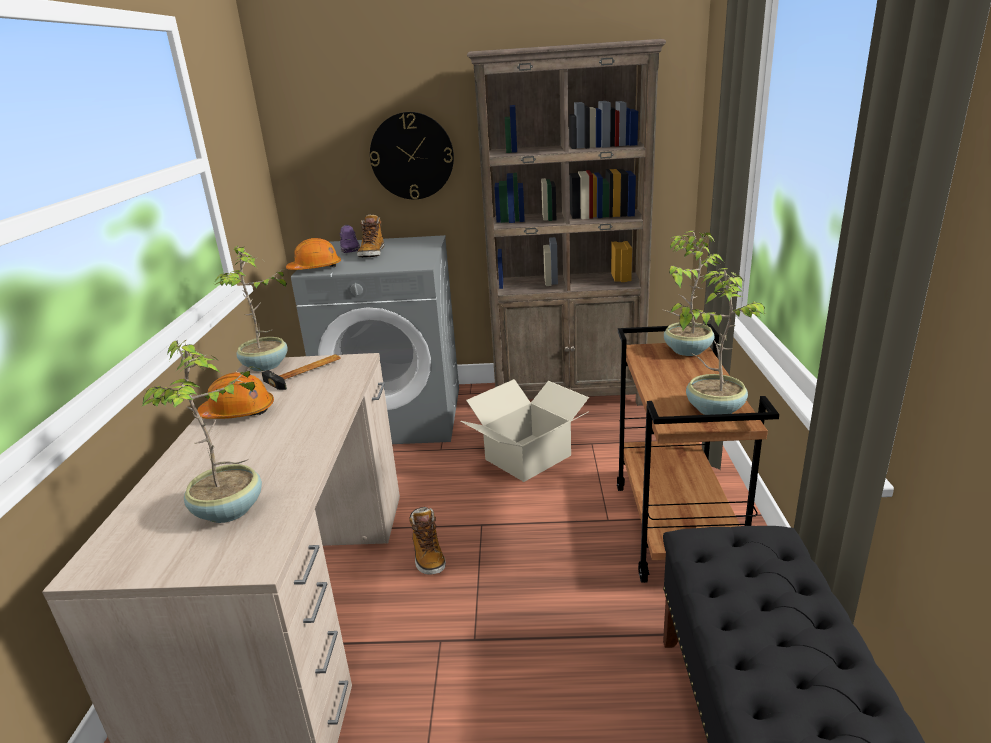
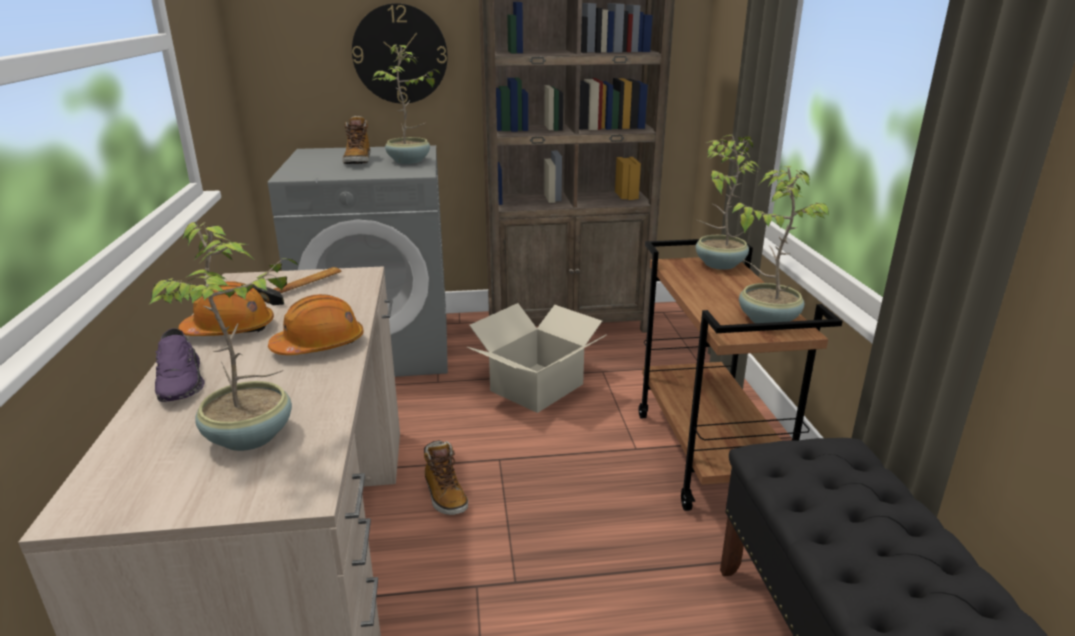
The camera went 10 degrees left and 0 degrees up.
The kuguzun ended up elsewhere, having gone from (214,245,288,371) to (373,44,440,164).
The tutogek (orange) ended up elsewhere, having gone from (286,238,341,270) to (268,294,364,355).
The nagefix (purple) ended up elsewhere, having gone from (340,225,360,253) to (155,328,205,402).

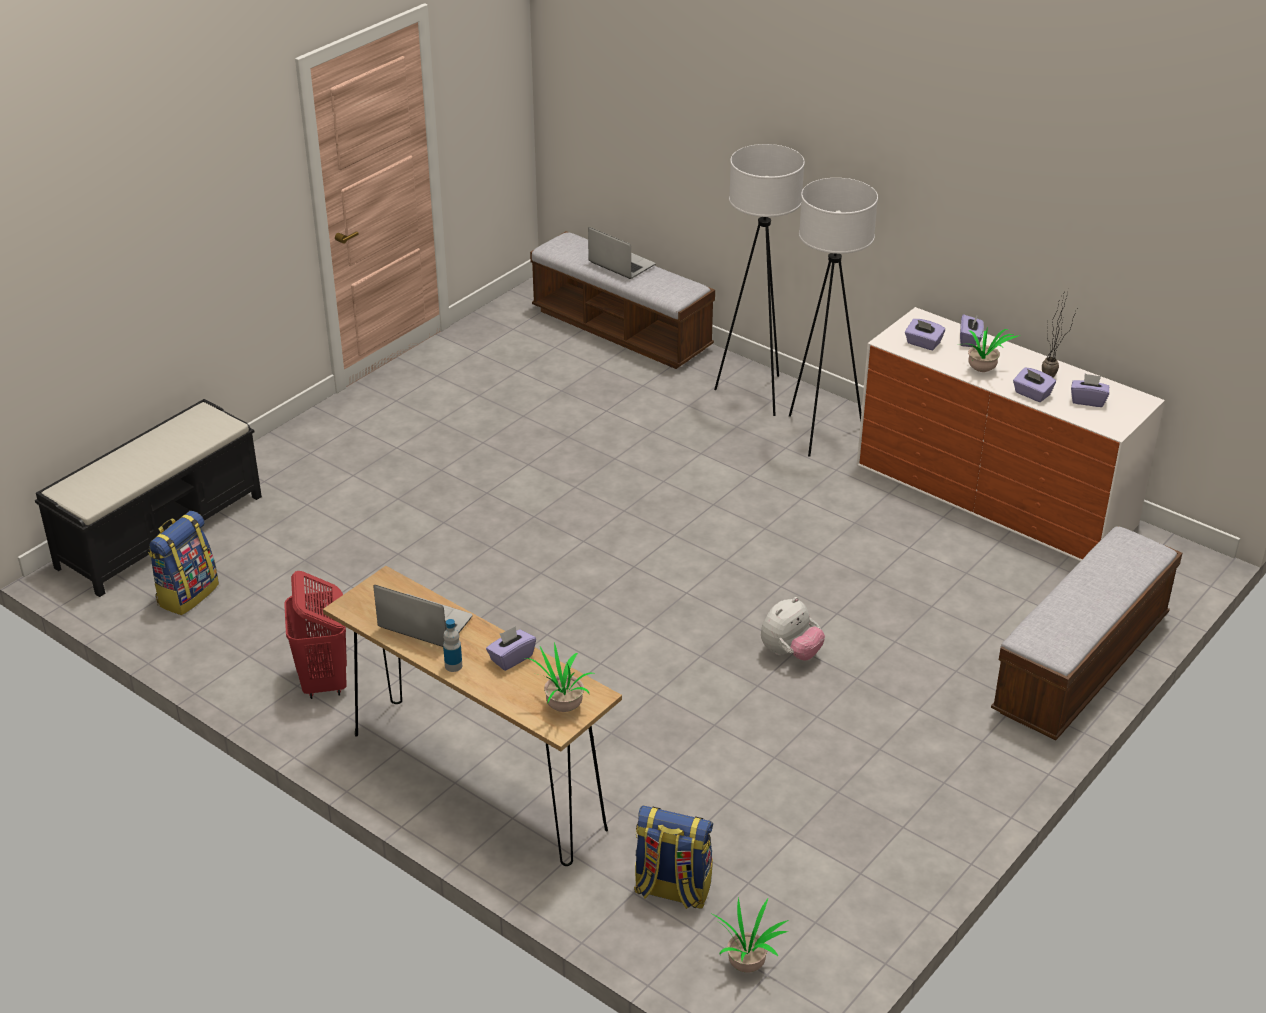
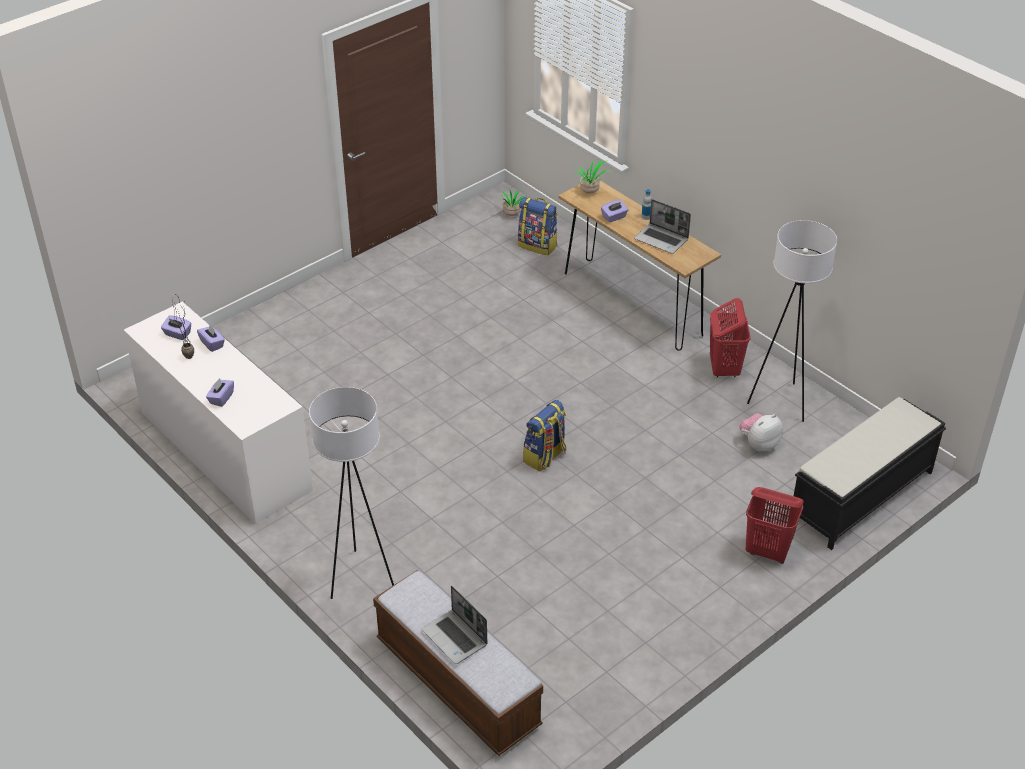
The camera went 170 degrees left and 5 degrees up.
The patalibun ended up elsewhere, having gone from (148,511,219,615) to (523,400,566,472).
The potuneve ended up elsewhere, having gone from (761,597,825,661) to (739,413,783,452).
The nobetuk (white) ended up elsewhere, having gone from (789,178,878,457) to (747,220,837,422).
The second view lost the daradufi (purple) at (905,319,945,350).
The second view lost the kuguzun at (958,326,1020,372).
The second view lost the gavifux at (991,526,1182,740).
The second view gained the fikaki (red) at (745,487,804,564).

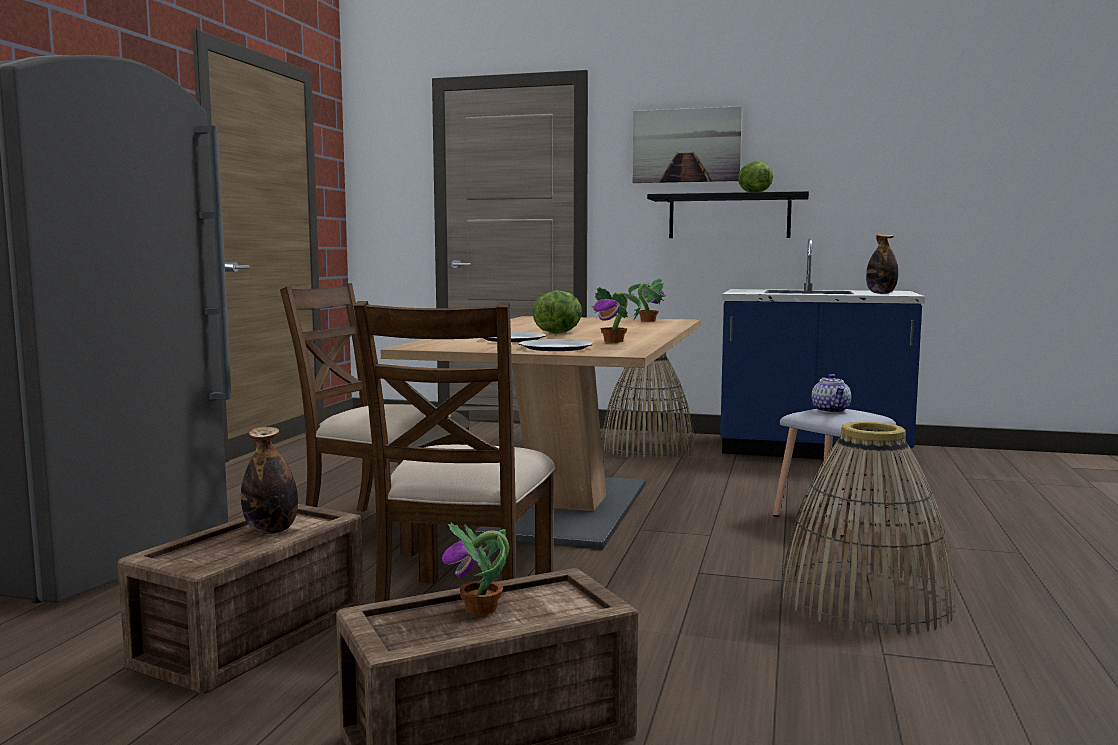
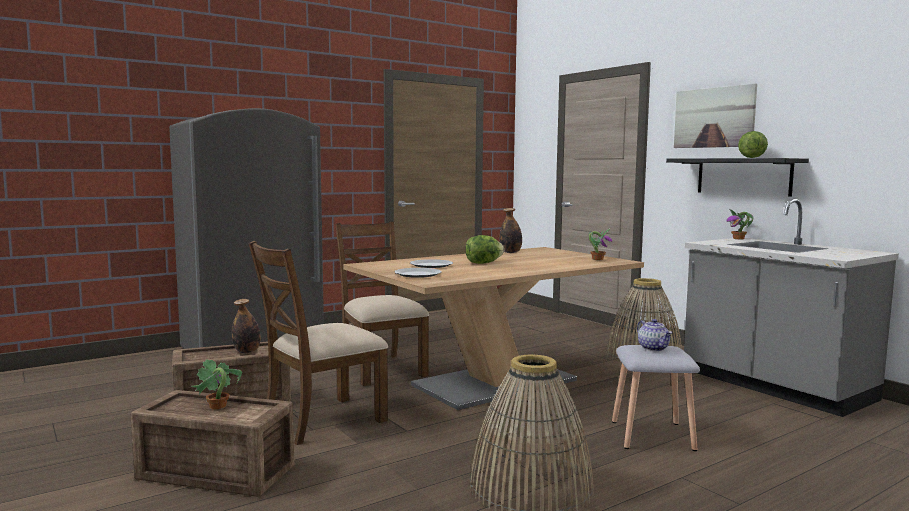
The camera went 40 degrees right and 0 degrees up.
The kuguzun ended up elsewhere, having gone from (591,287,642,343) to (726,209,753,239).
What was the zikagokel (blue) at (720,238,925,463) turned into the zikagokel (grey) at (684,199,899,417).
The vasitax at (811,374,851,413) ended up facing another way, 60 degrees counterclockwise from before.
The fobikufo ended up elsewhere, having gone from (866,234,898,294) to (499,208,522,253).

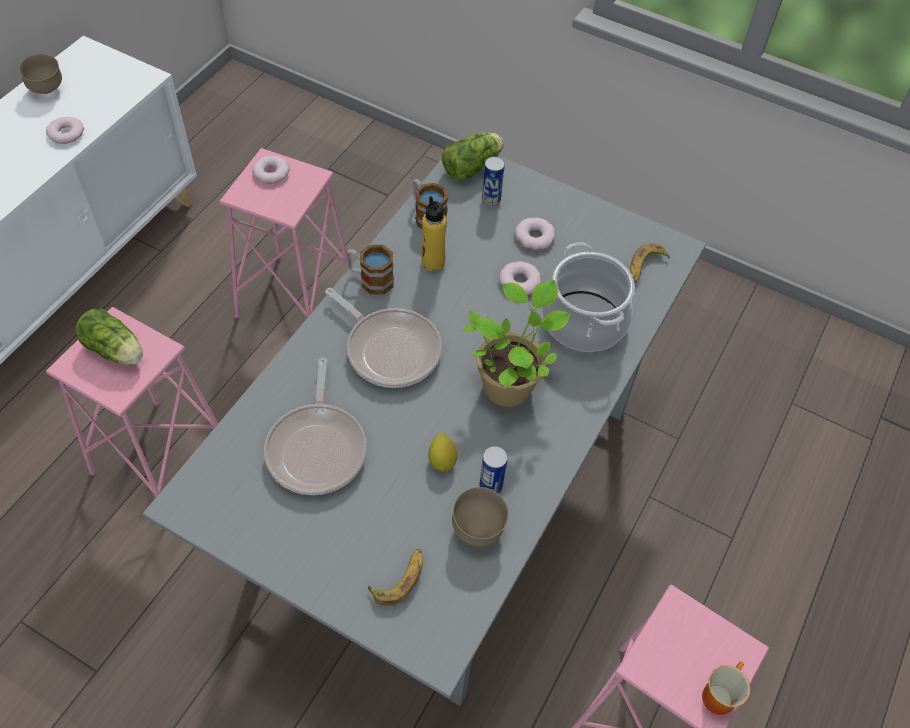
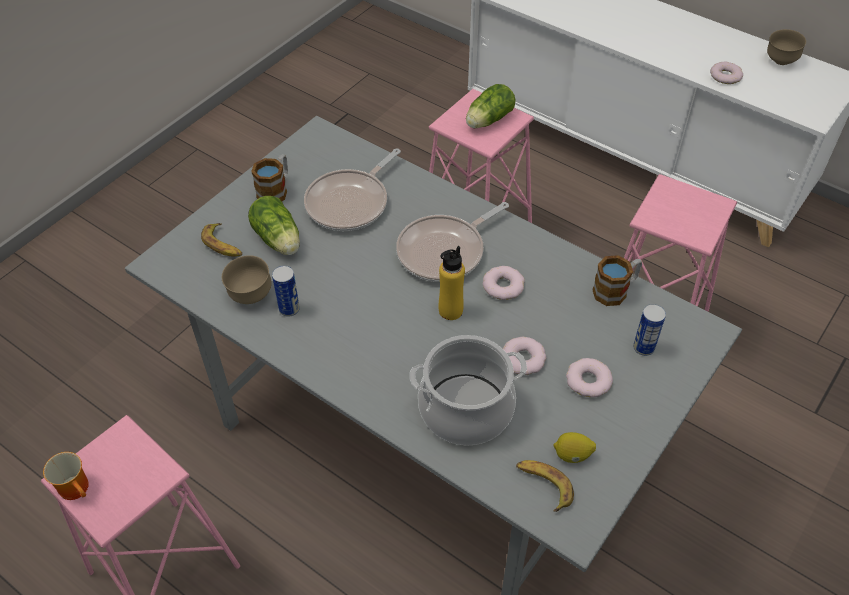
The camera went 100 degrees right and 5 degrees down.
The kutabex ended up elsewhere, having gone from (252,156,290,184) to (483,266,525,300).
The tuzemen at (264,358,367,495) ended up facing another way, 60 degrees counterclockwise from before.
The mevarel ended up elsewhere, having gone from (346,245,394,295) to (251,154,288,201).
The fobikufo (yellow) ended up elsewhere, having gone from (421,196,447,271) to (439,246,465,320).
The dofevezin ended up elsewhere, having gone from (429,433,458,472) to (553,432,596,463).
The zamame ended up elsewhere, having gone from (442,133,504,180) to (248,196,300,255).
The second view lost the kuguzun at (462,280,571,407).

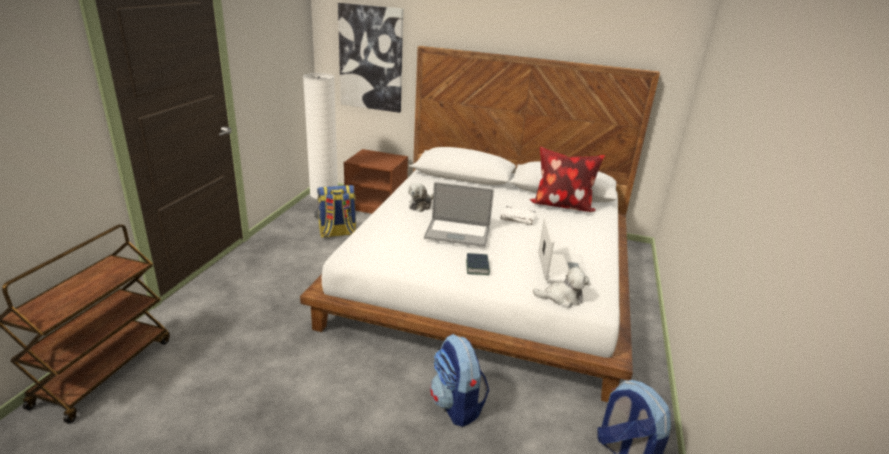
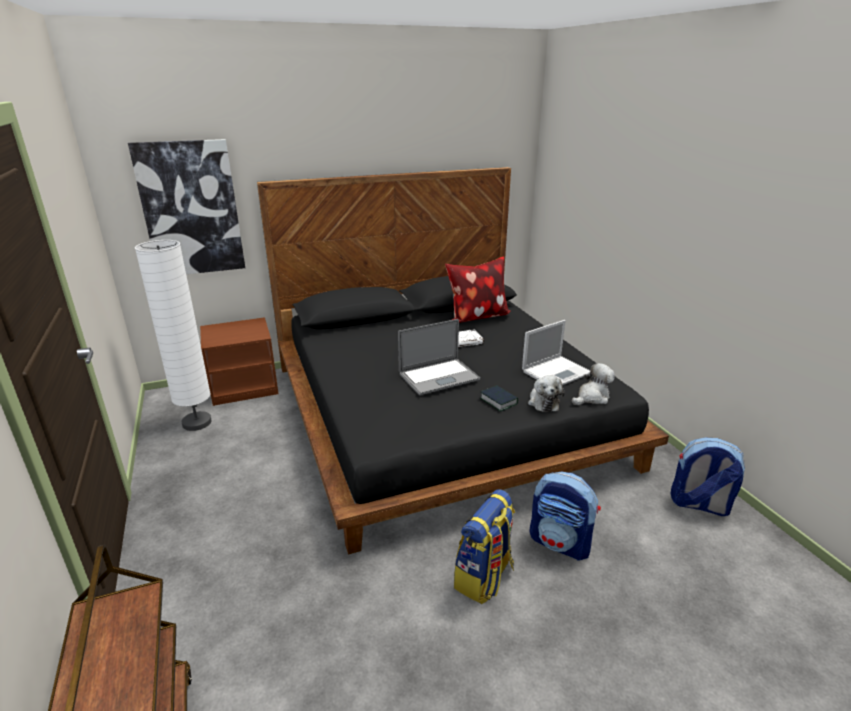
The camera went 35 degrees left and 0 degrees up.
What was the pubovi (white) at (300,46,660,402) turned into the pubovi (black) at (257,167,669,554).
The patalibun ended up elsewhere, having gone from (317,185,356,238) to (454,489,515,604).
The potuneve ended up elsewhere, having gone from (408,183,433,212) to (528,375,565,412).
The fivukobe at (538,217,591,285) ended up facing another way, 90 degrees clockwise from before.

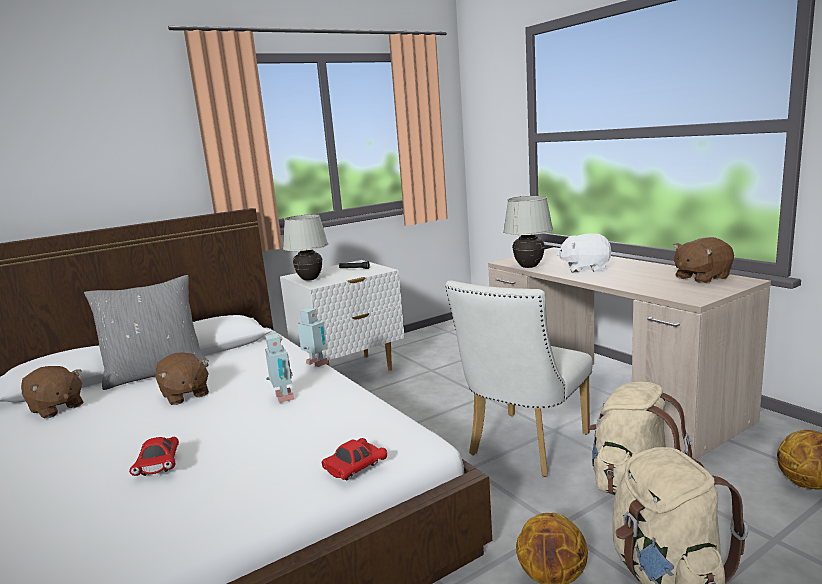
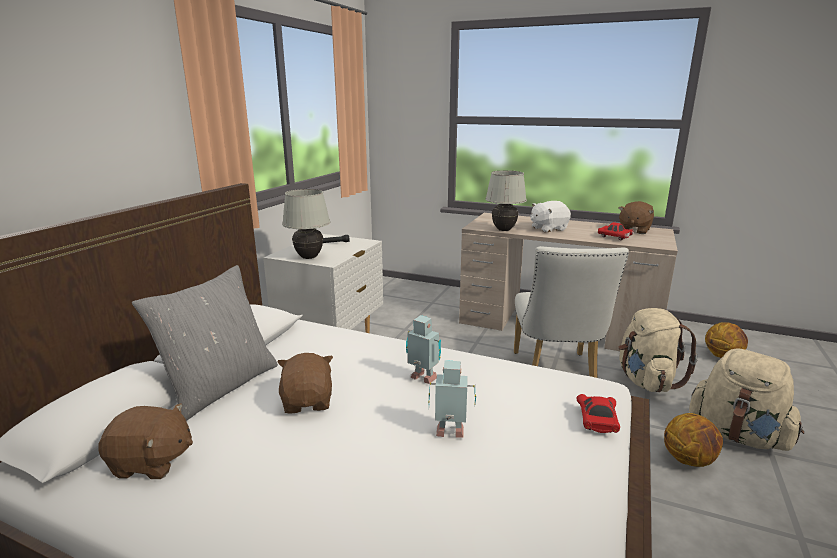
The camera went 35 degrees left and 5 degrees up.
The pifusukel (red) ended up elsewhere, having gone from (129,437,179,476) to (598,222,634,240).
The potuneve (brown) at (156,352,209,405) ended up facing another way, 120 degrees counterclockwise from before.
The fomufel ended up elsewhere, having gone from (297,307,328,367) to (428,360,476,438).

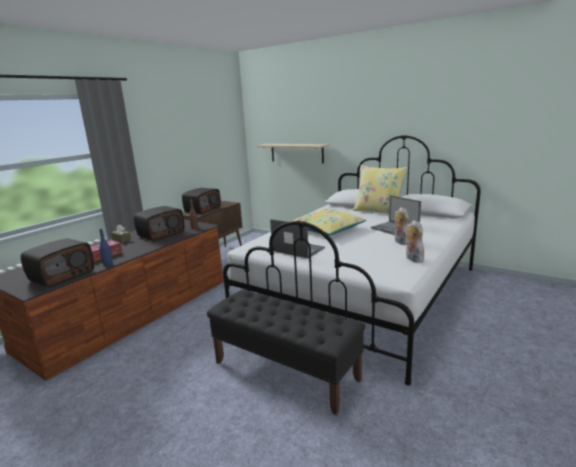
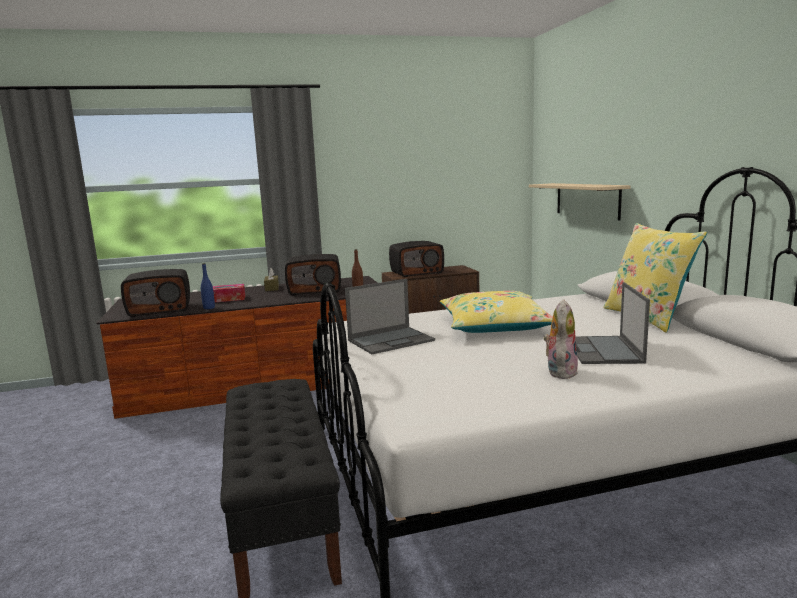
The camera went 40 degrees right and 5 degrees down.
The fivukobe at (270,219,325,258) ended up facing another way, 75 degrees clockwise from before.
The second view lost the potuneve at (406,220,424,263).

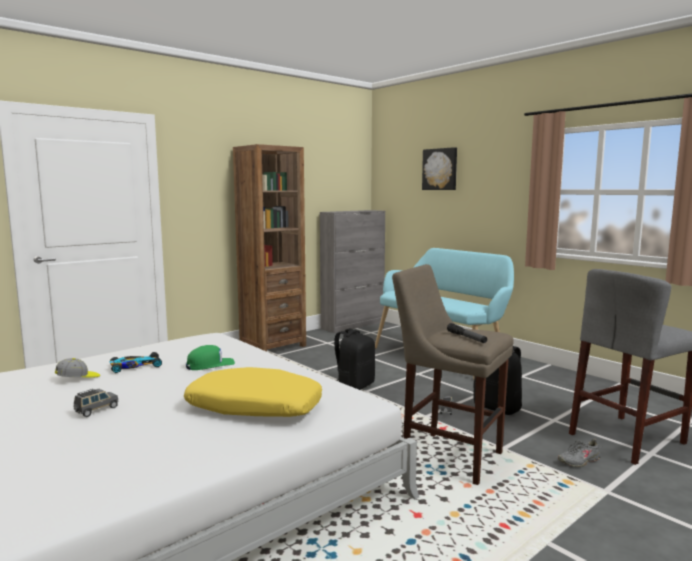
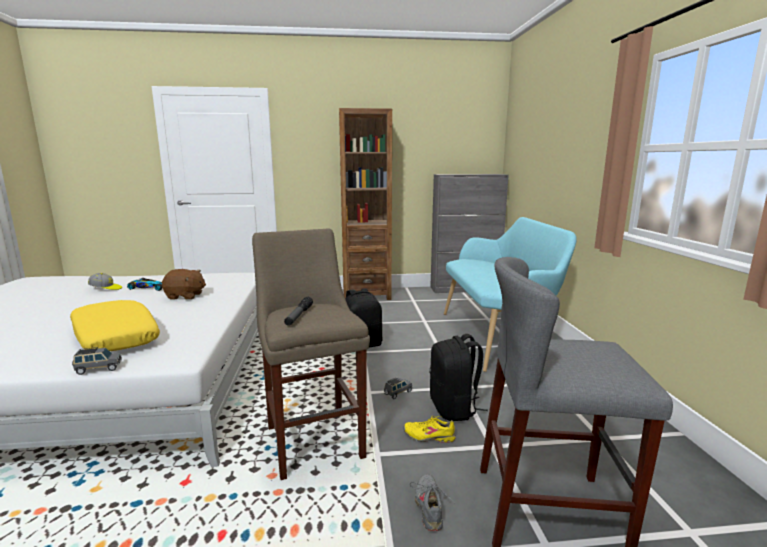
The camera went 35 degrees right and 5 degrees up.
The pifusukel (grey) ended up elsewhere, having gone from (74,389,118,417) to (72,347,122,375).
Where the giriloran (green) stood at (186,345,235,370), the potuneve (brown) came to stand at (162,269,206,300).
The second view lost the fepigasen at (422,147,457,190).
The nagefix (grey) at (558,439,601,467) ended up facing another way, 75 degrees clockwise from before.
The second view gained the nagefix (yellow) at (403,416,456,443).

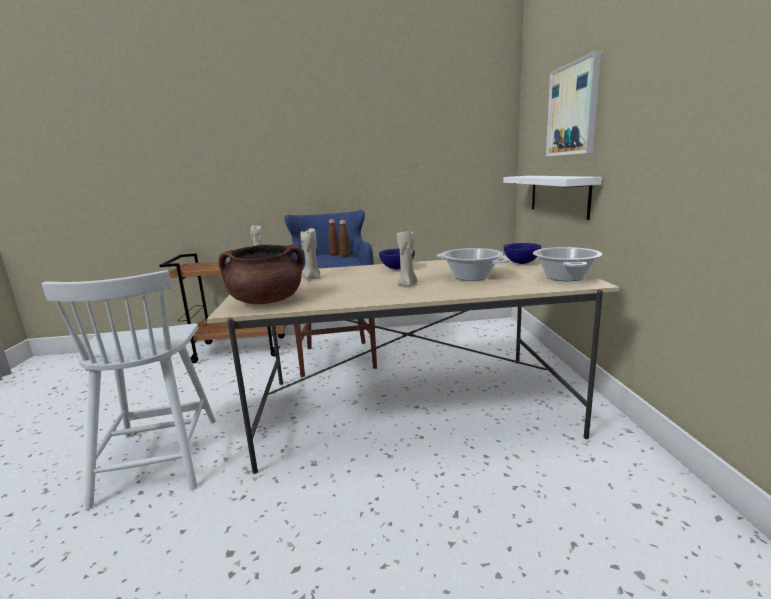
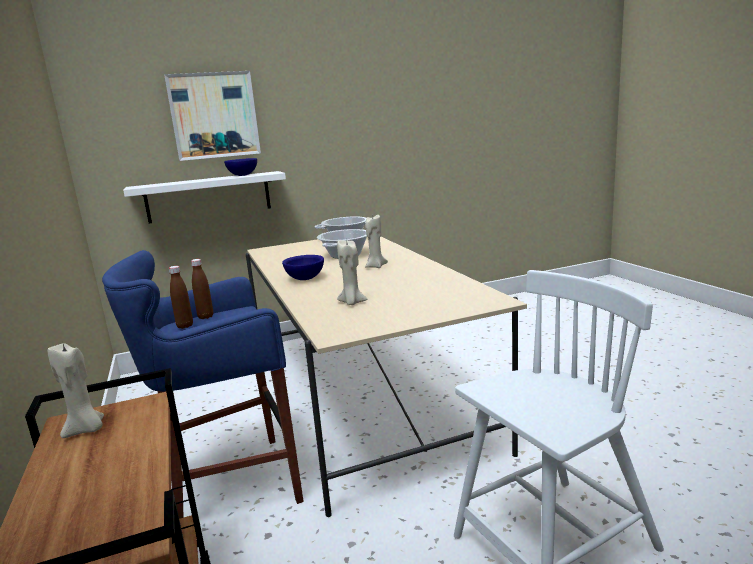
The camera went 105 degrees left and 0 degrees up.
The second view lost the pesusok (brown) at (219,245,304,304).
The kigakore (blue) ended up elsewhere, having gone from (503,243,541,264) to (224,158,257,176).

